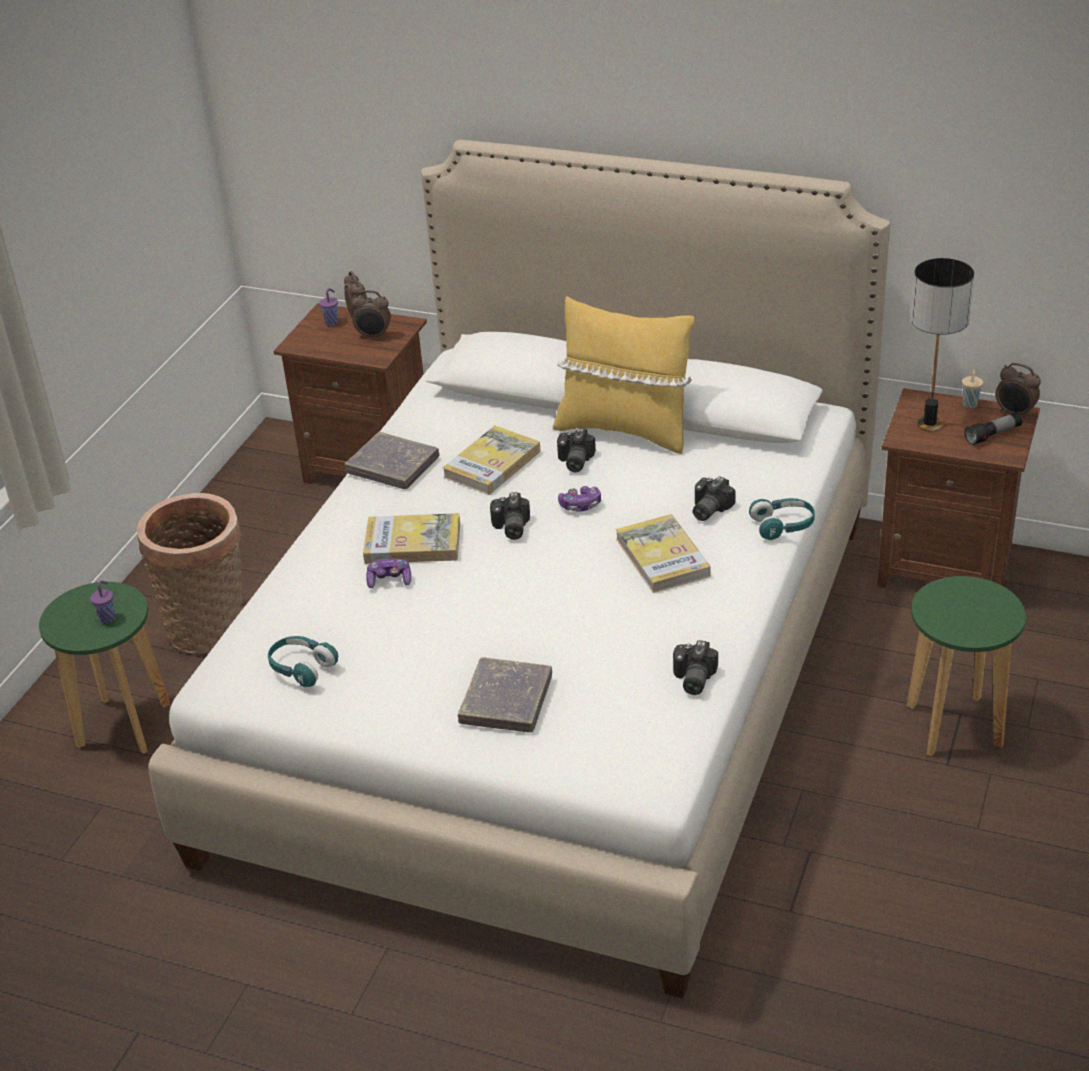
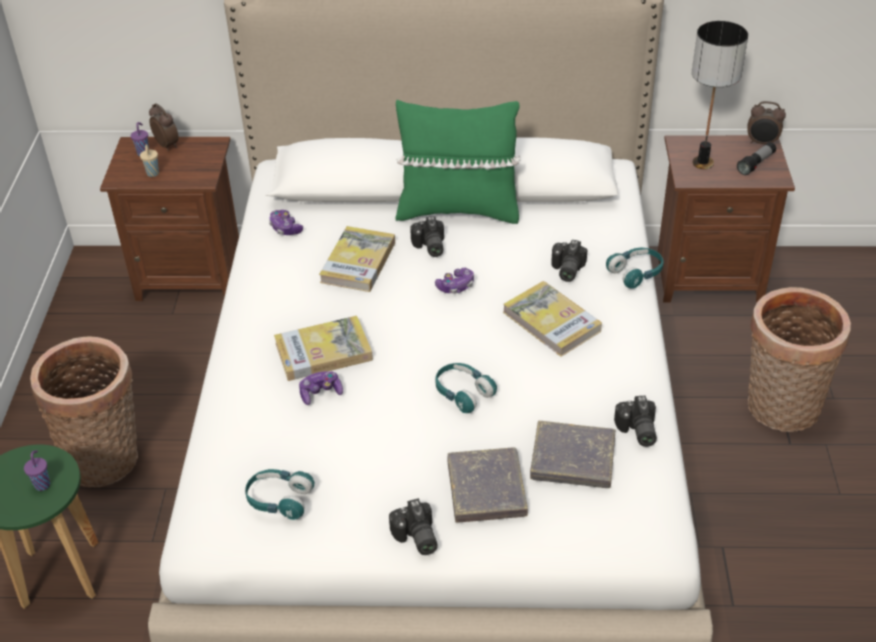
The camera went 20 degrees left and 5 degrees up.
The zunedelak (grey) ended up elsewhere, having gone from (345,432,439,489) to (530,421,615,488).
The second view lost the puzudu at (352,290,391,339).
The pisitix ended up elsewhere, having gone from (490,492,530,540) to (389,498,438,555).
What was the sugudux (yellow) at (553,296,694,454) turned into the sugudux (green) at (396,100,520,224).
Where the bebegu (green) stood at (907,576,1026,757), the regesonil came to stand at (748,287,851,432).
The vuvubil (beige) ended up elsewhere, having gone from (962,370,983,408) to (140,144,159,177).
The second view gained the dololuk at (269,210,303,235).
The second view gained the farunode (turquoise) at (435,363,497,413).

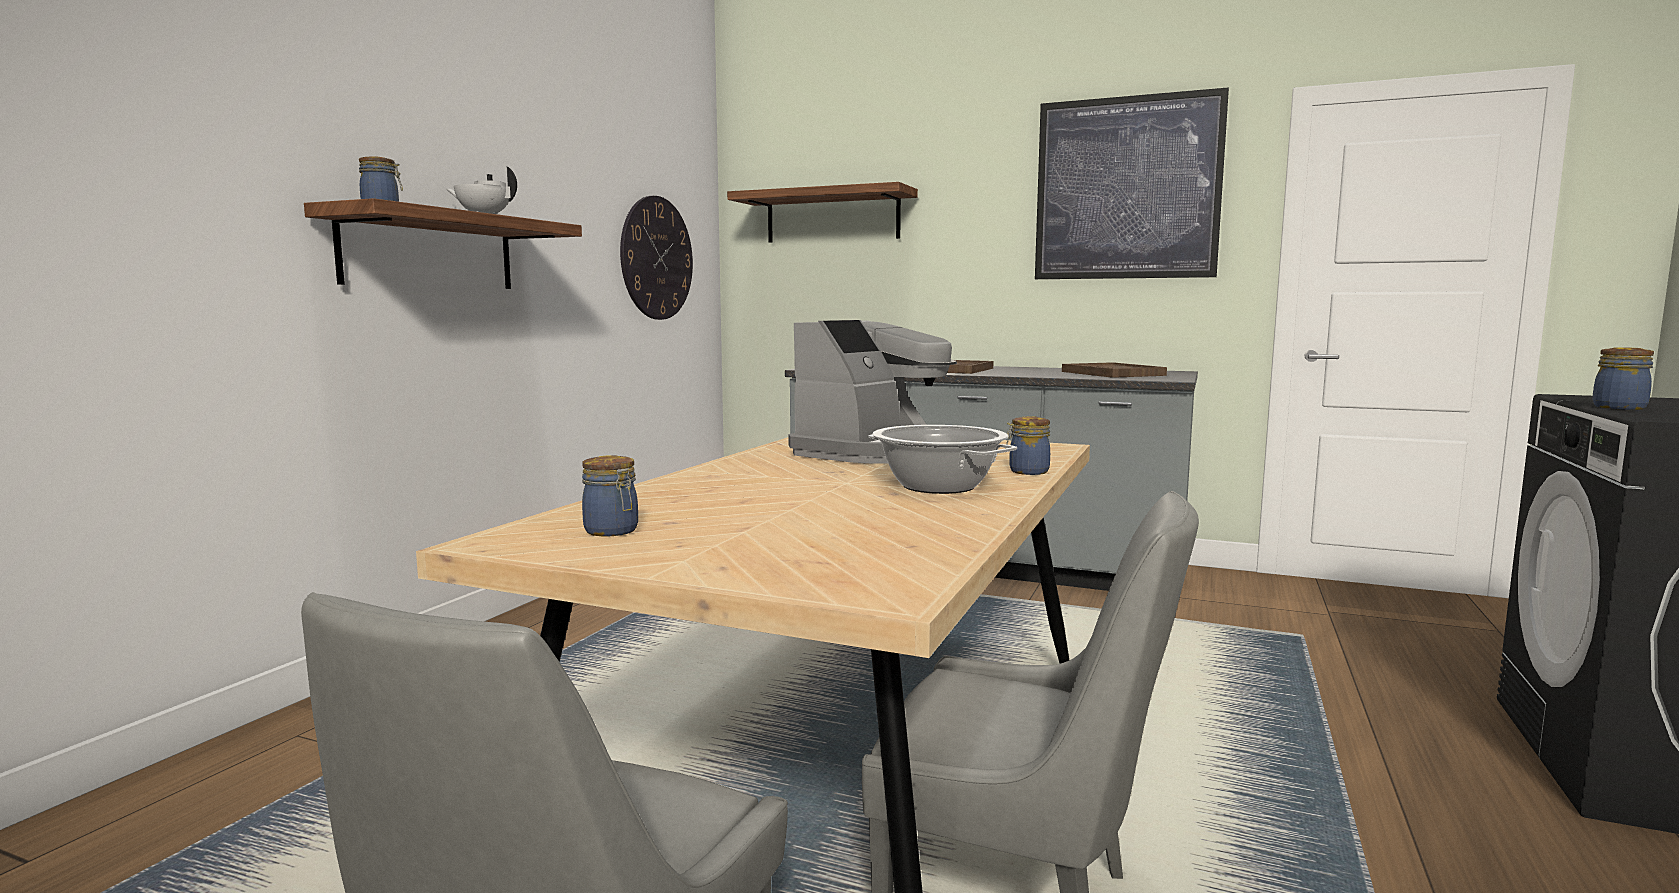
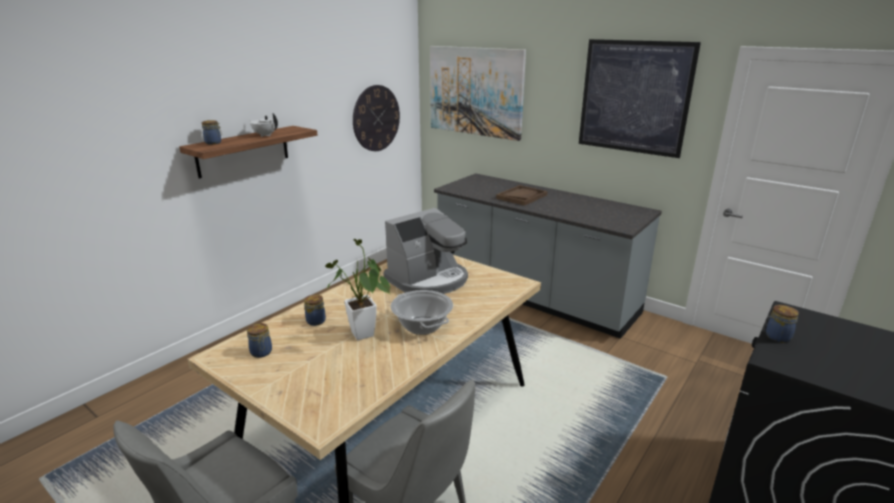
The camera went 15 degrees right and 15 degrees up.
Where the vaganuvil hung at (727,182,918,243), the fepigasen came to hang at (430,46,526,141).
The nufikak ended up elsewhere, having gone from (1006,416,1050,475) to (304,294,326,326).
The second view lost the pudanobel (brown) at (1062,362,1167,378).
The second view gained the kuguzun at (325,239,390,340).

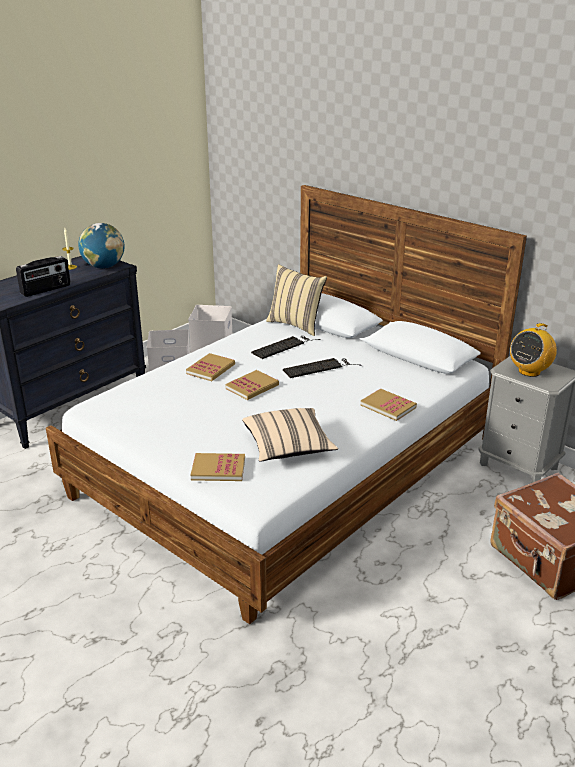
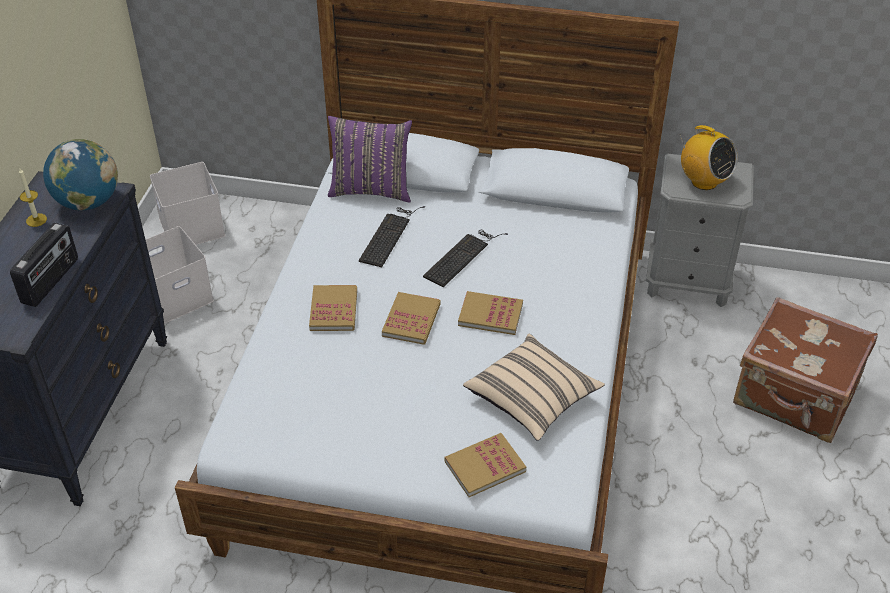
The camera went 30 degrees left and 15 degrees up.
What was the sugudux (beige) at (266,264,327,336) turned into the sugudux (purple) at (328,116,412,203).
The zunedelak ended up elsewhere, having gone from (360,388,417,421) to (458,291,523,335).
The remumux at (510,323,557,377) ended up facing another way, 60 degrees counterclockwise from before.

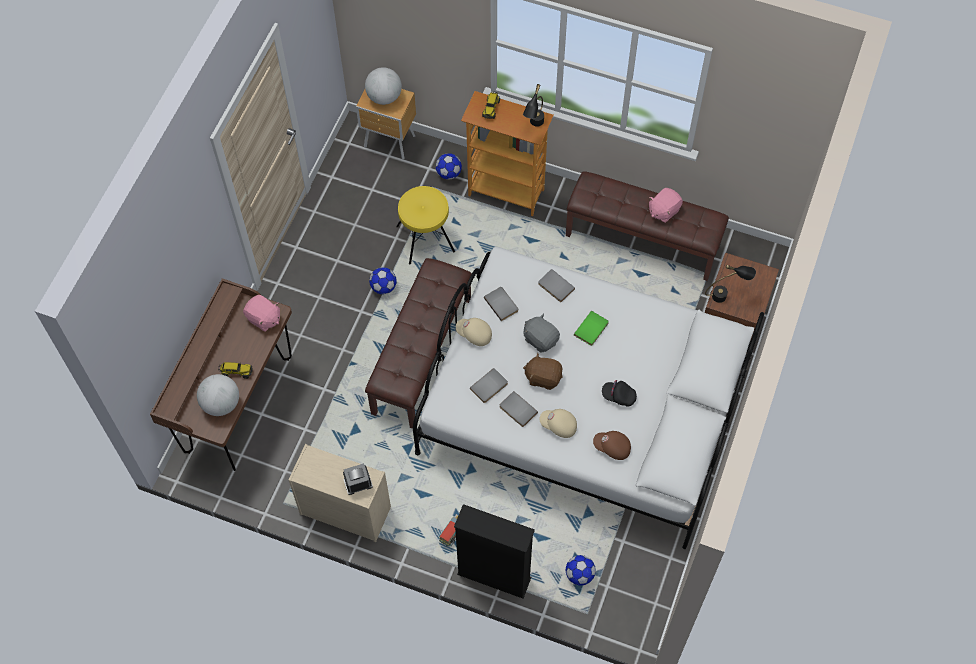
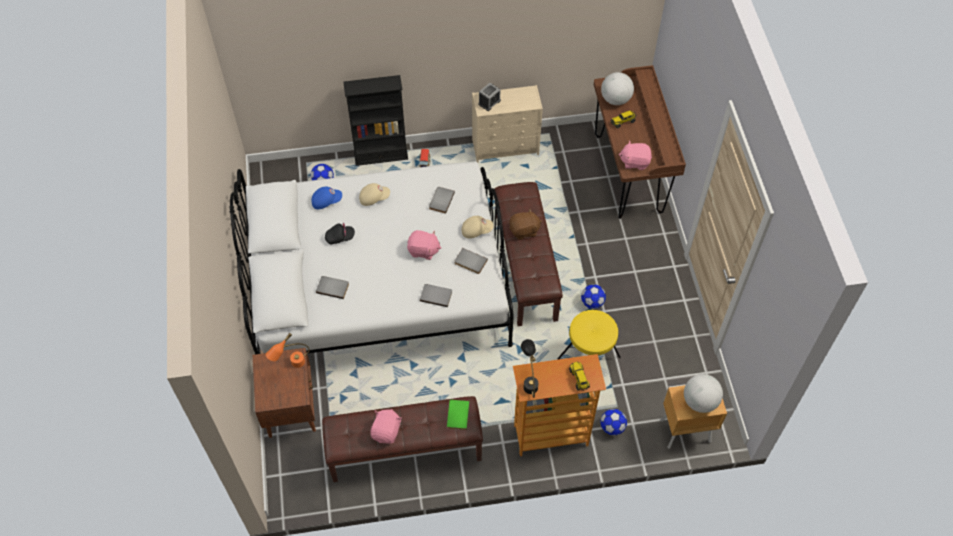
The camera went 150 degrees right and 5 degrees down.
The zunedelak (grey) ended up elsewhere, having gone from (500,391,538,427) to (316,276,349,299).
The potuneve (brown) ended up elsewhere, having gone from (523,353,562,390) to (509,209,542,240).
What was the potuneve (grey) at (524,313,560,353) turned into the potuneve (pink) at (407,230,441,260).
The zunedelak (green) ended up elsewhere, having gone from (574,311,609,346) to (447,400,470,430).
What was the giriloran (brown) at (593,431,631,460) turned into the giriloran (blue) at (311,186,342,209).
What was the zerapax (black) at (705,265,756,303) turned into the zerapax (orange) at (266,333,310,368).

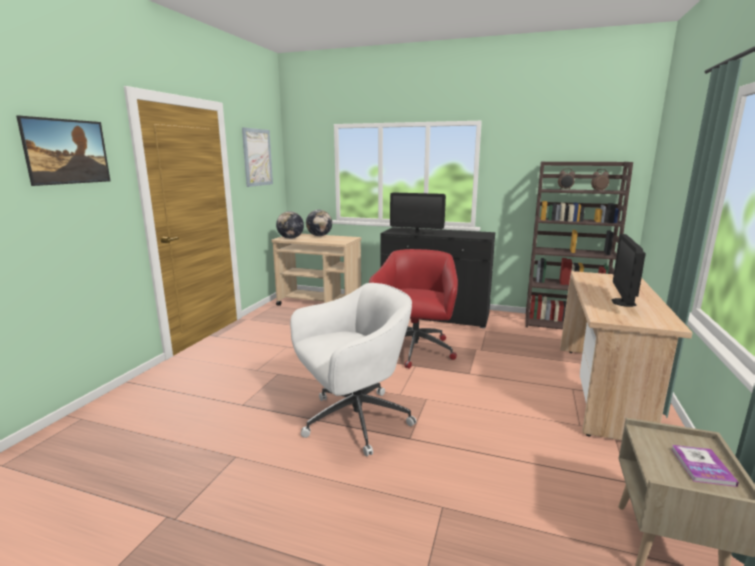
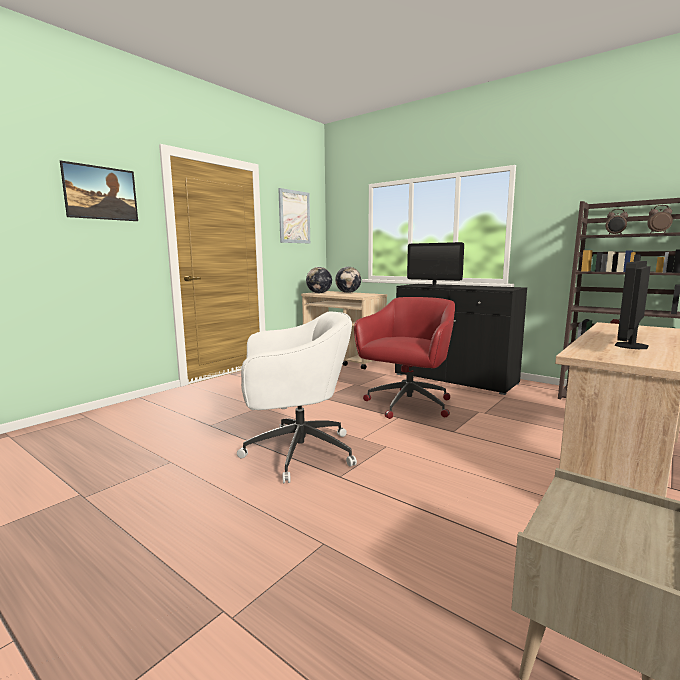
The camera went 20 degrees right and 5 degrees down.
The second view lost the zunedelak at (671,445,739,487).

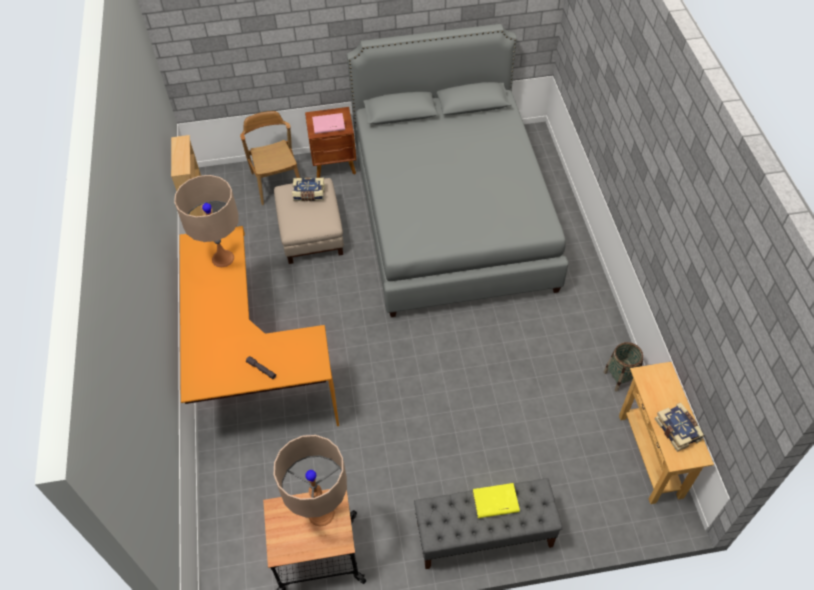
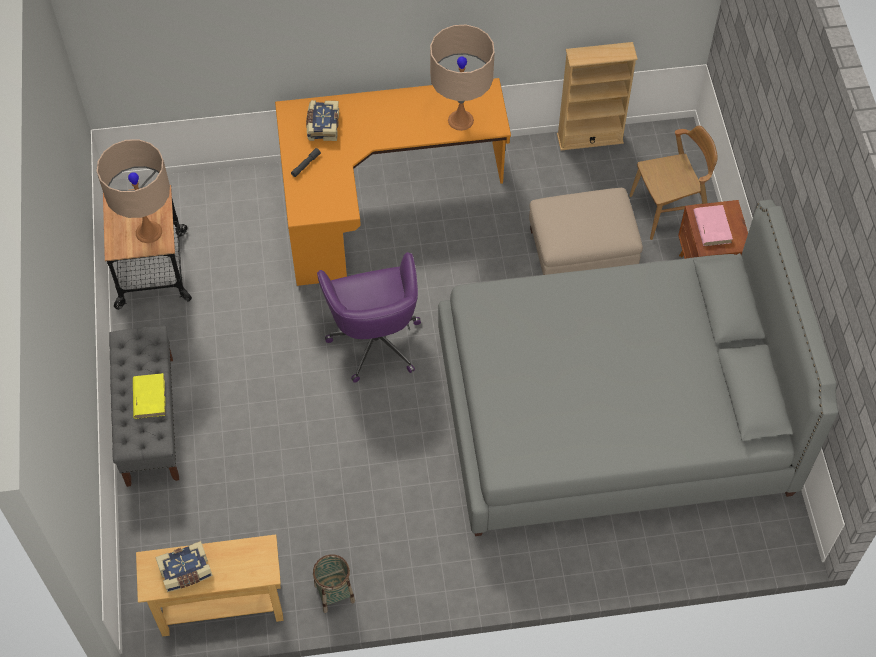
The camera went 90 degrees right and 5 degrees up.
The zunedelak ended up elsewhere, having gone from (292,178,325,201) to (306,100,339,141).
The second view gained the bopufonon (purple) at (317,252,421,383).

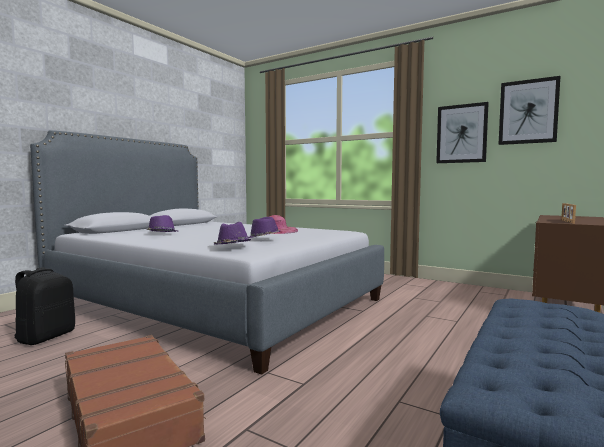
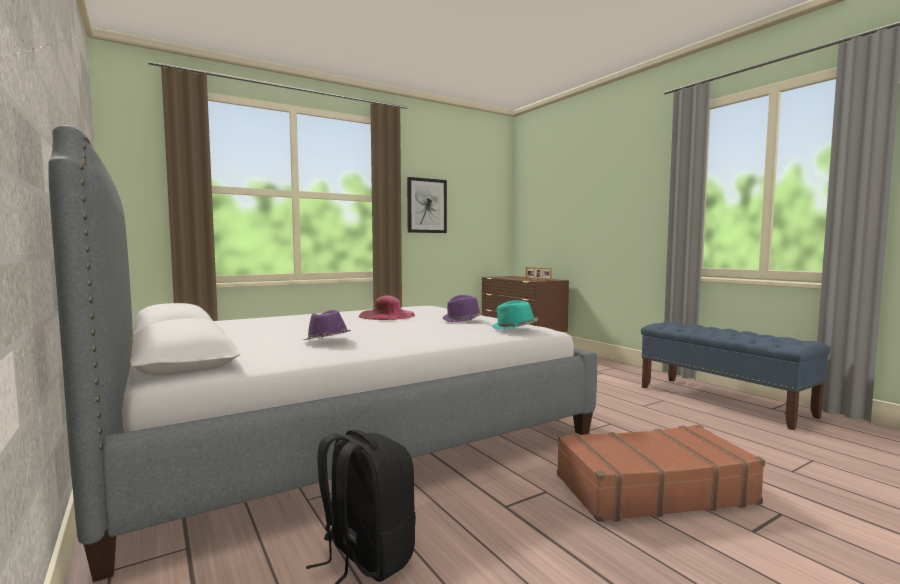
The camera went 65 degrees left and 0 degrees up.
What was the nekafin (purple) at (214,222,251,245) turned into the nekafin (turquoise) at (492,300,538,329).
The second view lost the fepigasen at (498,76,560,145).

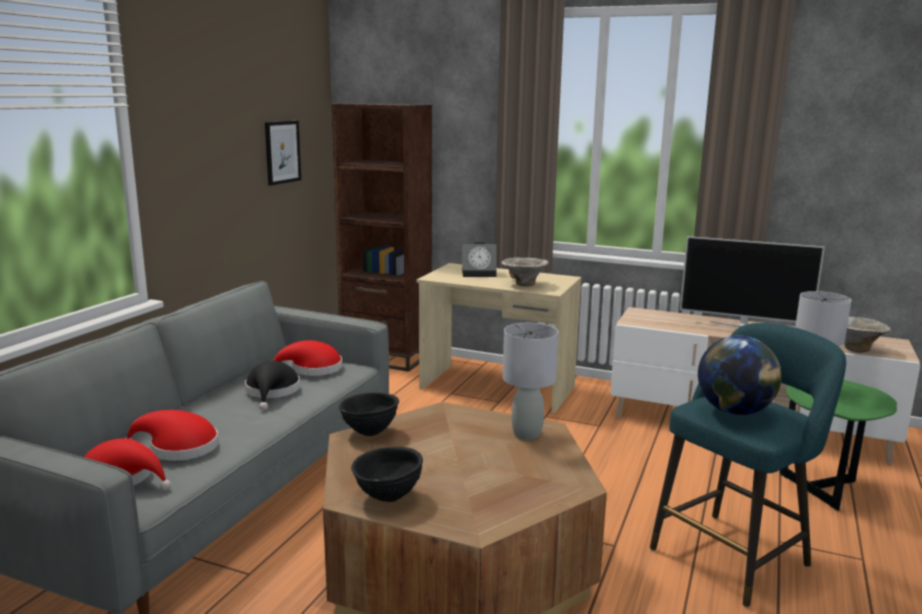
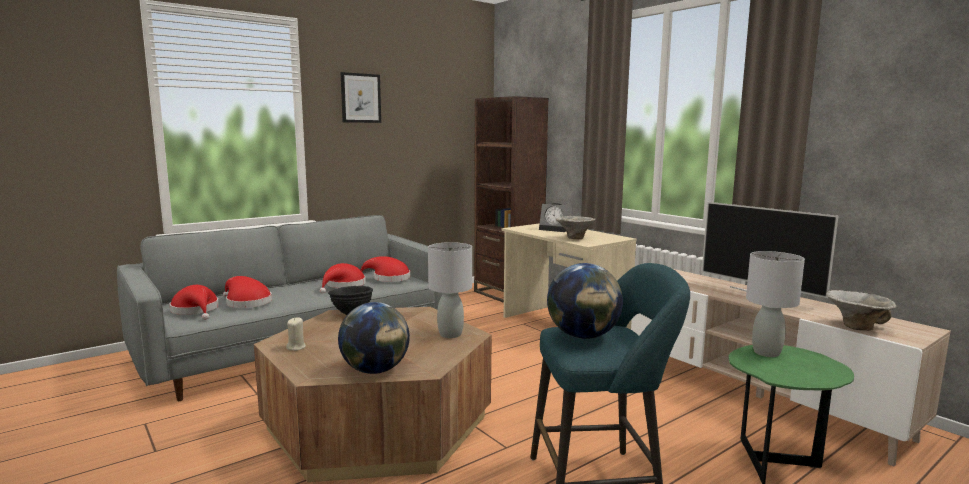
The camera went 30 degrees right and 5 degrees down.
What was the nekafin (black) at (245,361,300,410) turned into the nekafin (red) at (320,263,366,294).
The fepigasen ended up elsewhere, having gone from (265,121,301,186) to (341,72,381,123).
Where the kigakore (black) stood at (351,446,423,502), the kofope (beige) came to stand at (286,317,306,351).
The second view gained the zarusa at (338,302,410,374).

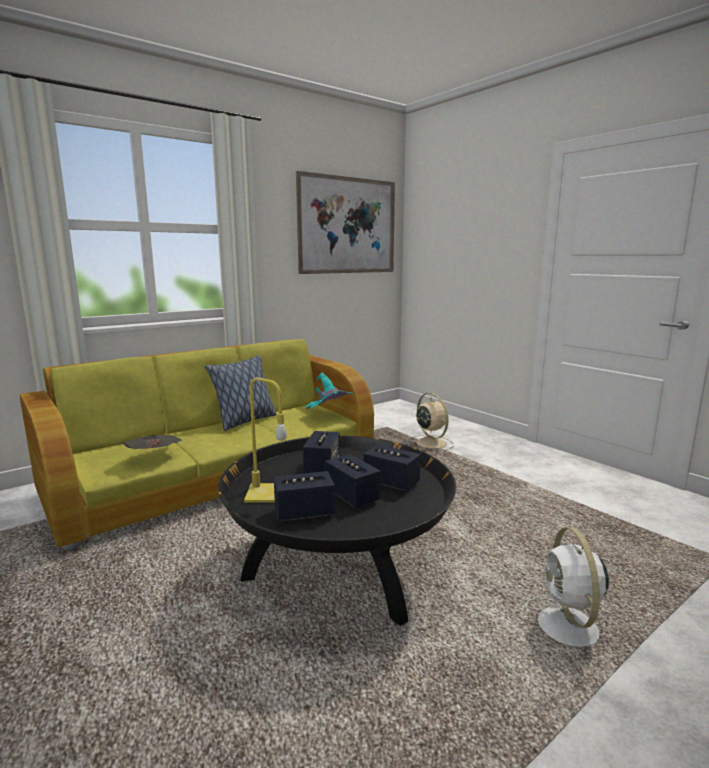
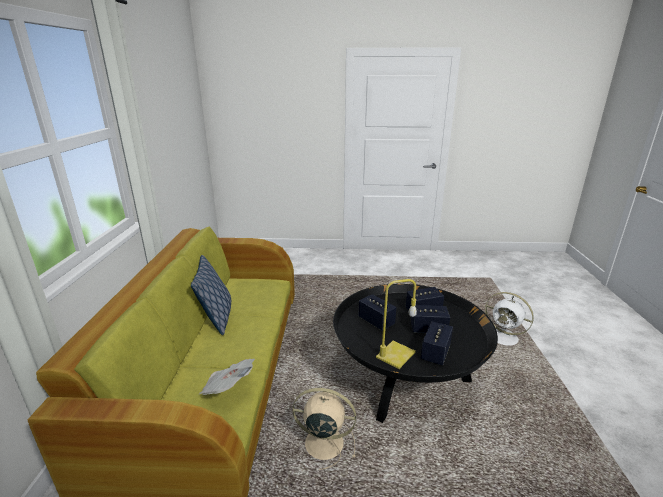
The camera went 50 degrees left and 10 degrees up.
The second view lost the fepigasen at (296,171,395,274).
The second view lost the nekafin (turquoise) at (306,372,352,410).
The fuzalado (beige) ended up elsewhere, having gone from (414,392,454,452) to (292,388,356,470).

